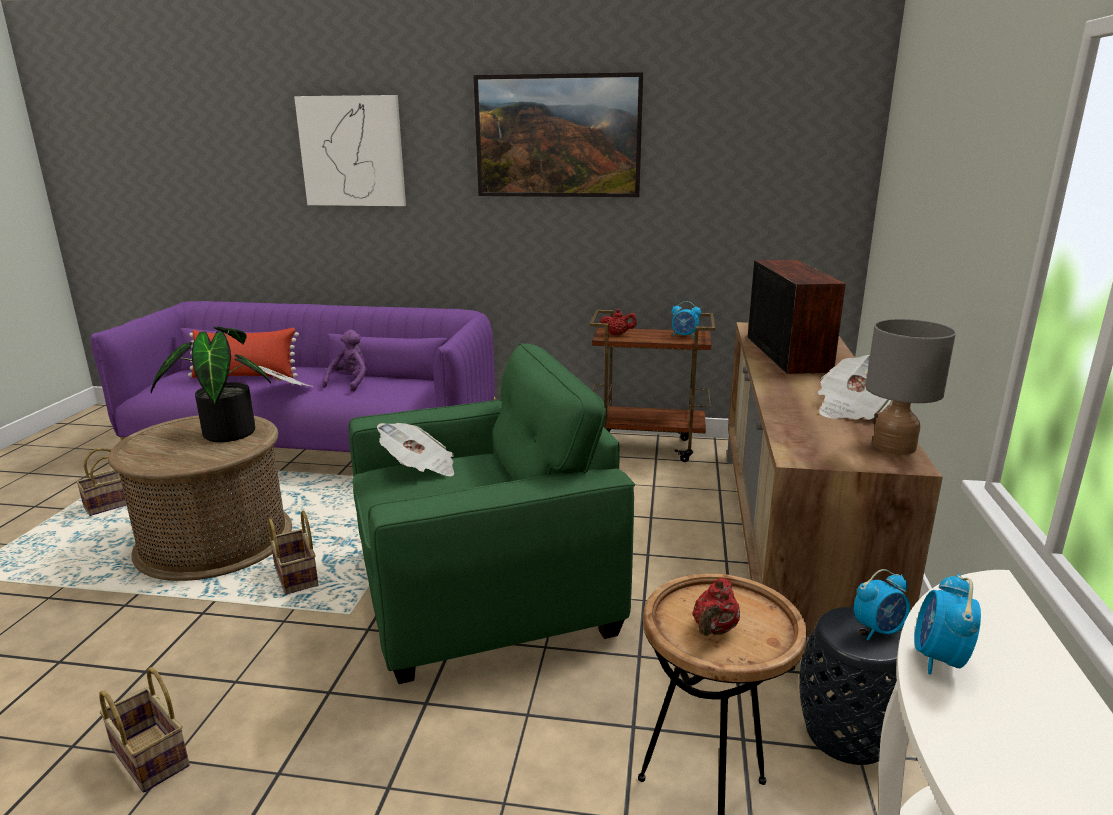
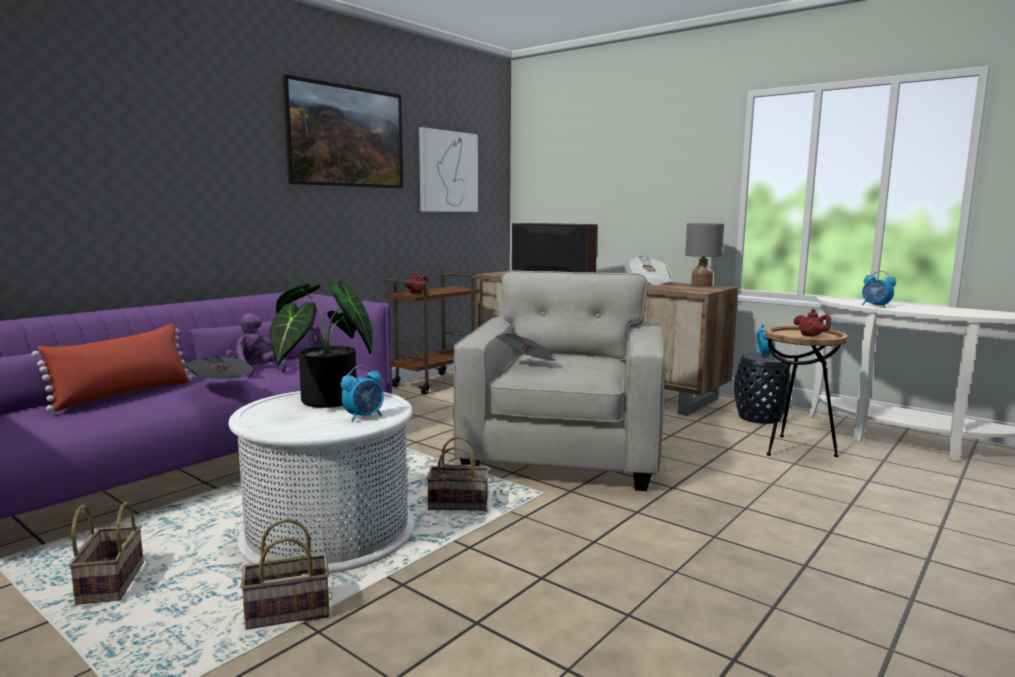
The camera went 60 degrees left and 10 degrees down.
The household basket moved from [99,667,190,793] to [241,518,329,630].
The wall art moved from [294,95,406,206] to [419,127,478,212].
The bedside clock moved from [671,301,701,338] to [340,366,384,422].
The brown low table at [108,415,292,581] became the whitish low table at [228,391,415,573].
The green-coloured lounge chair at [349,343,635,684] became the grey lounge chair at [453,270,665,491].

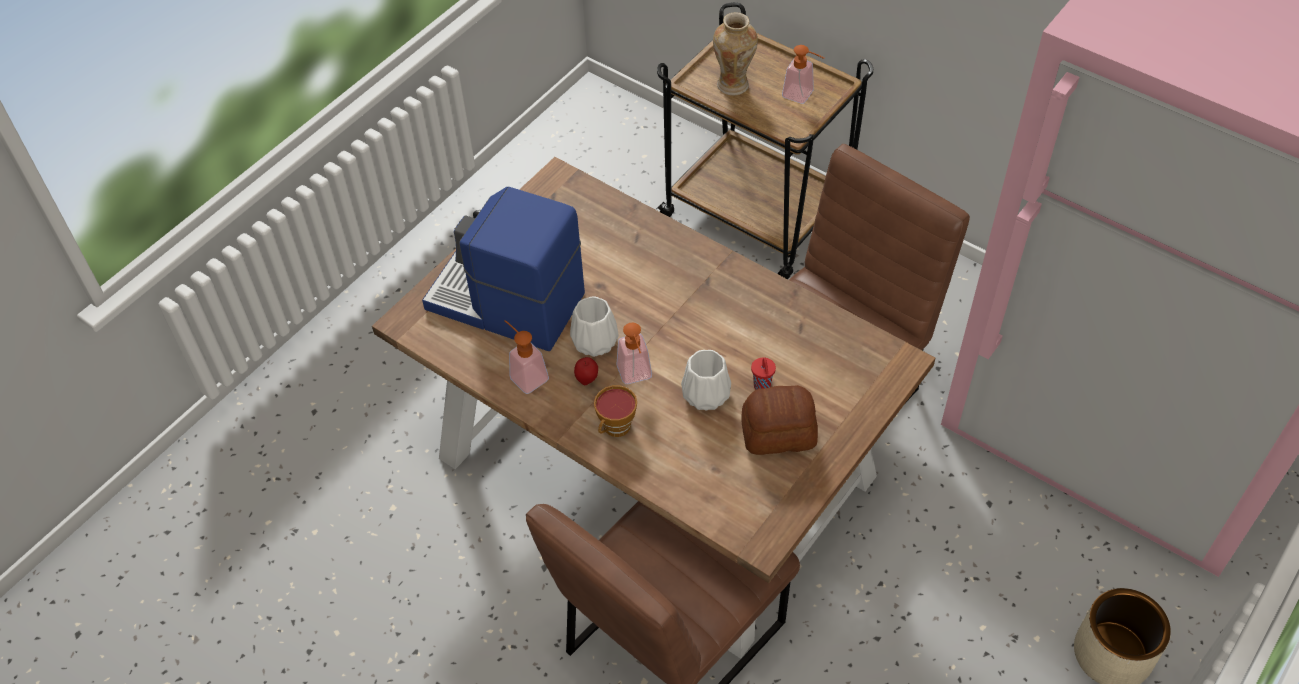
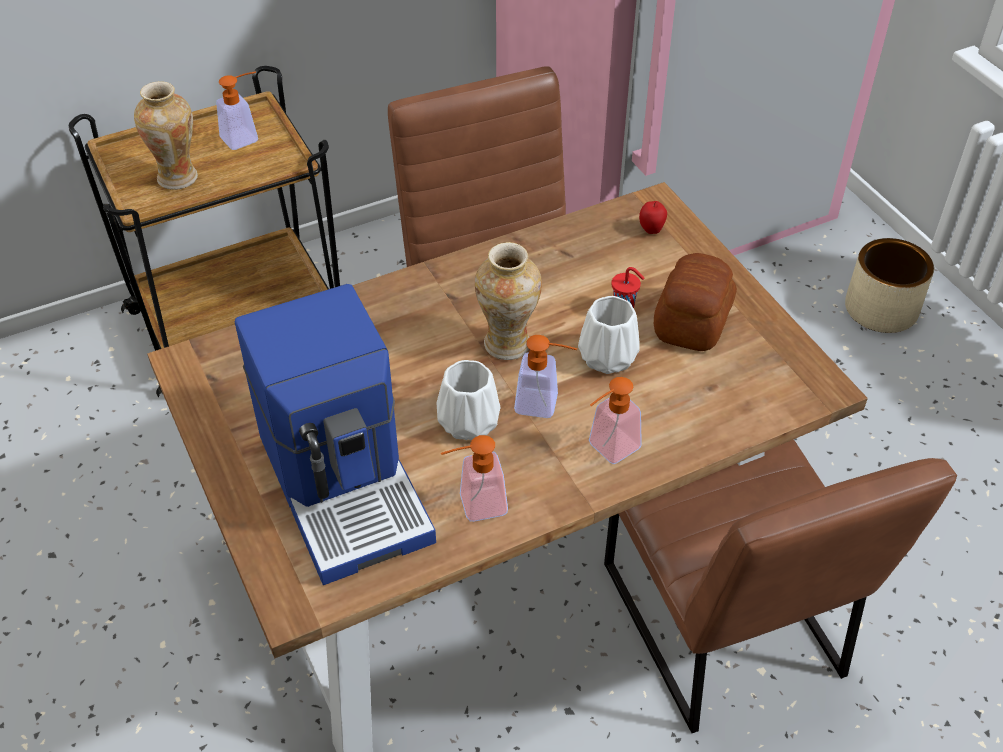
The camera went 65 degrees left and 5 degrees down.
The decorative vase at [475,242,542,360] appeared.
The apple moved from [574,357,598,385] to [639,201,667,234].
The small cup at [594,385,637,437] was replaced by the liquid soap bottle at [589,377,642,464].
The coffee brewer at [422,187,585,351] turned 75 degrees counterclockwise.

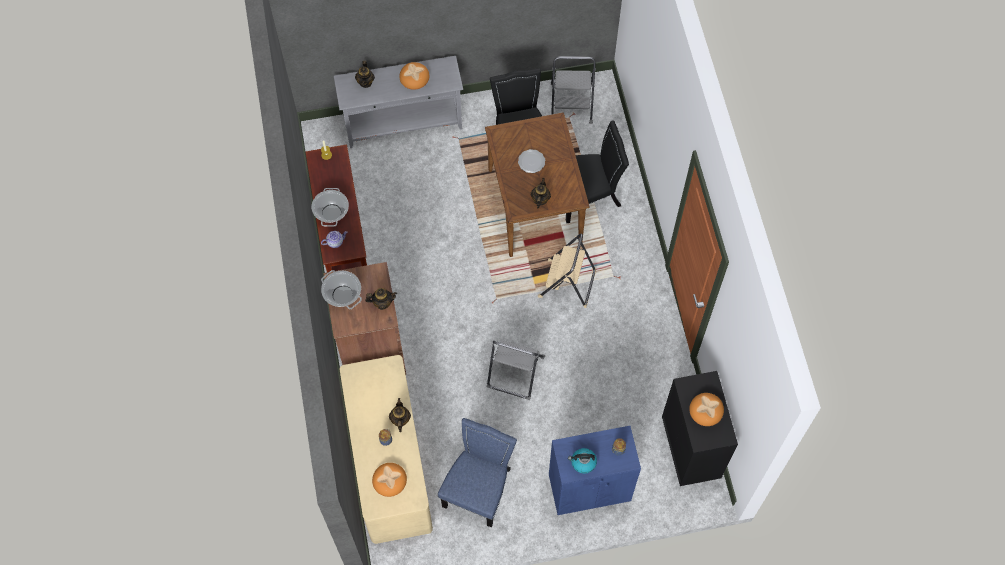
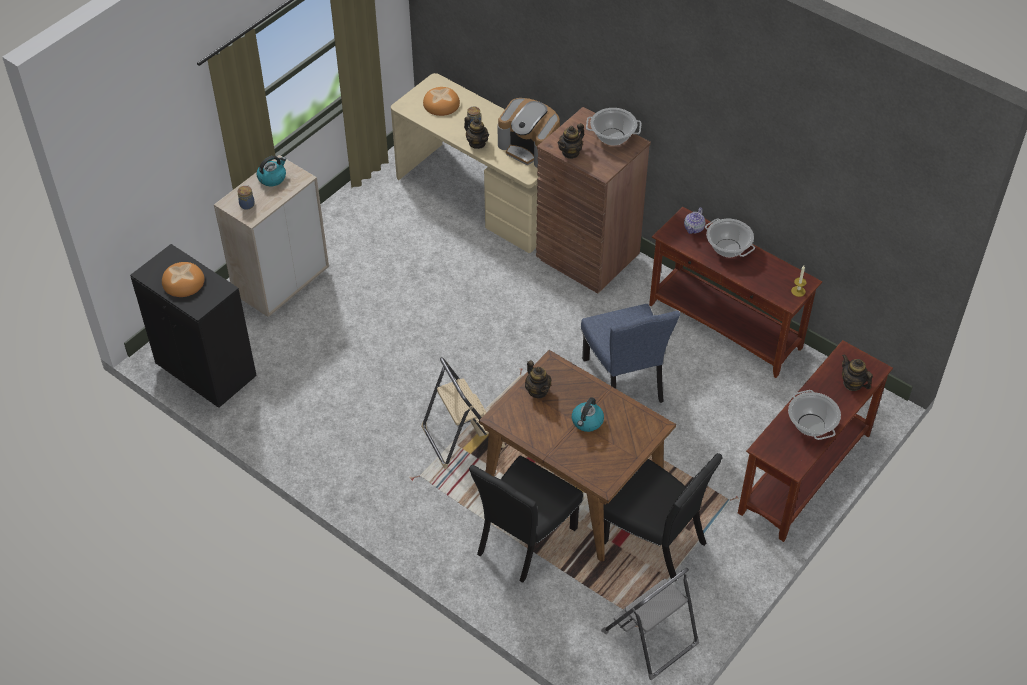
The camera went 140 degrees right and 15 degrees down.
The grey step ladder at [487,340,545,400] disappeared.
The coffee brewer at [498,98,560,168] appeared.
The blue upright chair moved from [438,418,517,527] to [581,304,680,403].
The bakery bread at [399,62,429,90] was replaced by the stockpot at [788,390,841,440].
The dinner plate at [518,149,545,173] was replaced by the water kettle at [572,397,604,432].
The grey hall table at [334,56,463,148] became the brown hall table at [738,340,893,542].
The blue storage cabinet at [549,426,641,515] became the beige storage cabinet at [214,155,329,317].

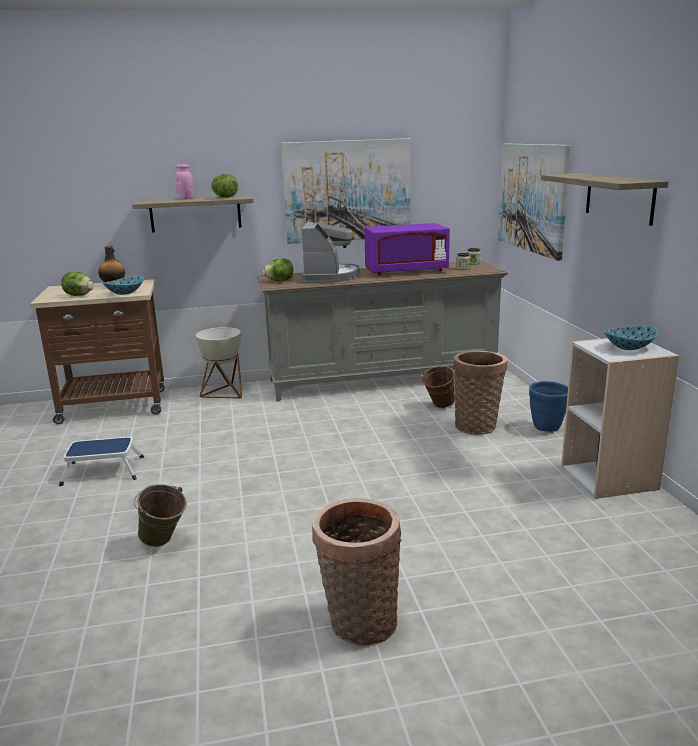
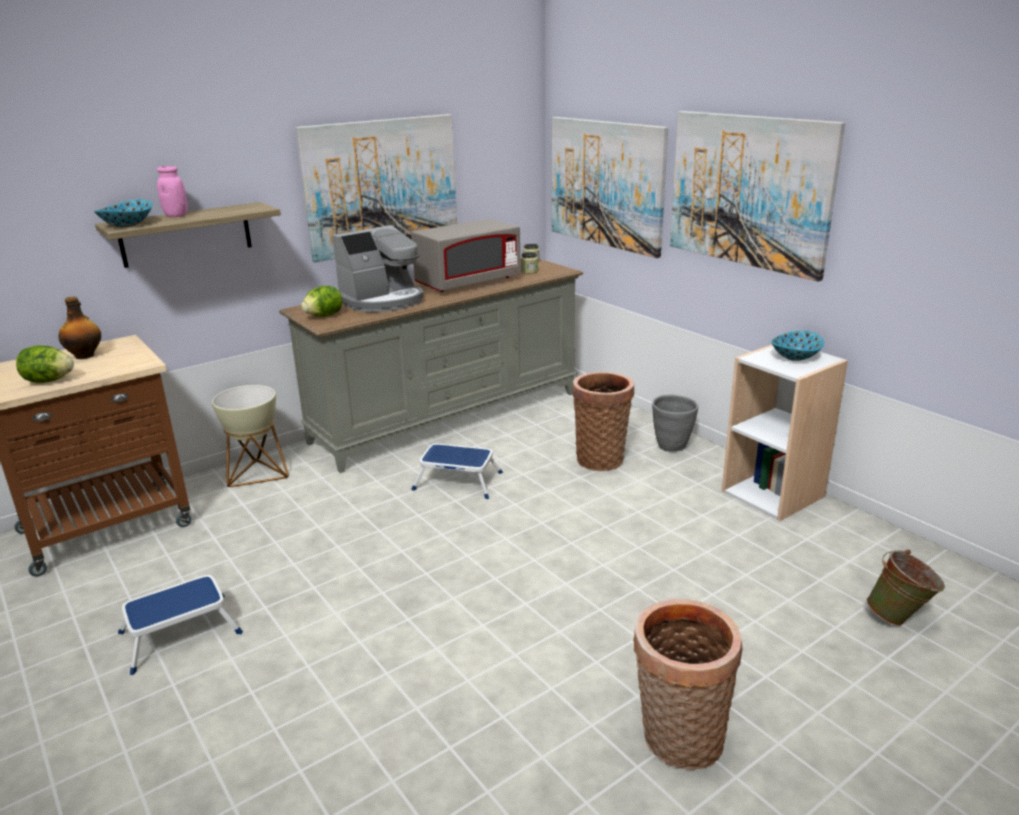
The camera went 25 degrees left and 5 degrees up.
The lettuce head at [211,174,238,198] disappeared.
The brown pail at [422,366,455,408] disappeared.
The blue step ladder at [411,444,503,499] appeared.
The serving bowl moved from [103,275,144,295] to [94,199,153,227].
The green-coloured pail moved from [134,484,187,547] to [866,549,945,626].
The shelf at [541,173,668,226] was replaced by the wall art at [670,111,845,282].
The purple-coloured microwave oven at [364,223,450,275] became the grey microwave oven at [411,219,521,292].
The blue flower pot at [529,381,568,432] became the grey flower pot at [652,394,698,451].
The coffee brewer at [301,222,360,283] turned 75 degrees clockwise.

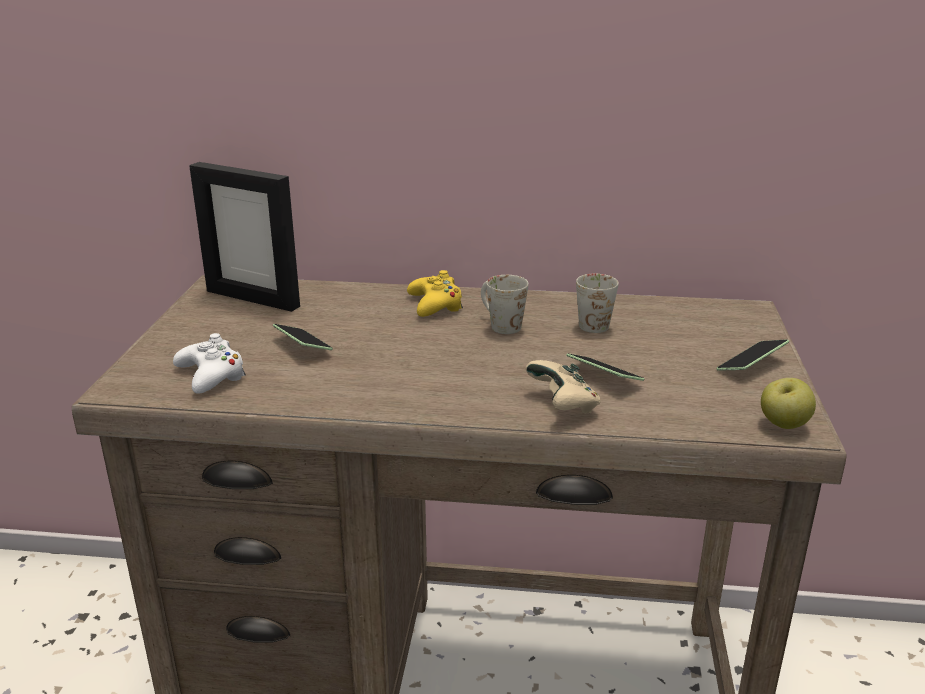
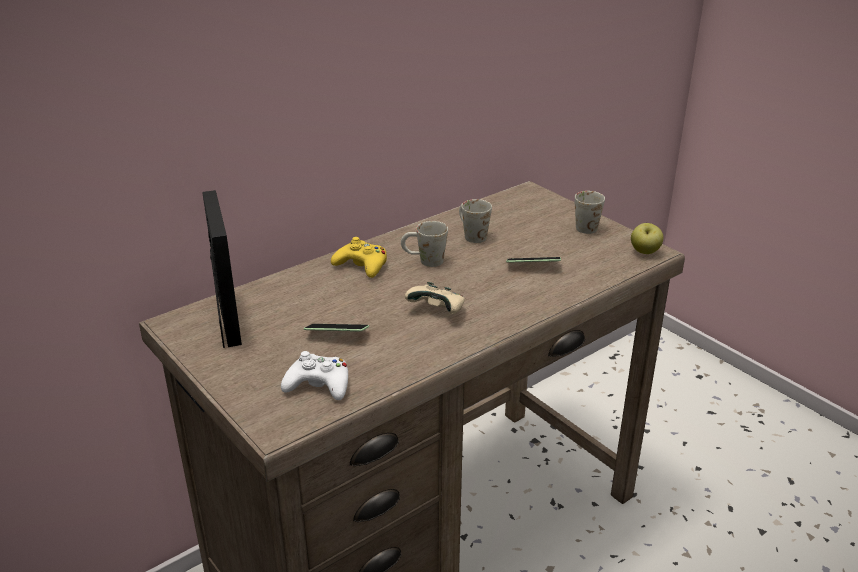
The camera went 45 degrees left and 5 degrees up.
The beige game controller moved from [525,360,601,414] to [405,282,465,314].
The telephone at [716,340,789,371] was replaced by the whitish mug at [575,191,605,234].
The picture frame at [189,162,300,312] turned 90 degrees counterclockwise.

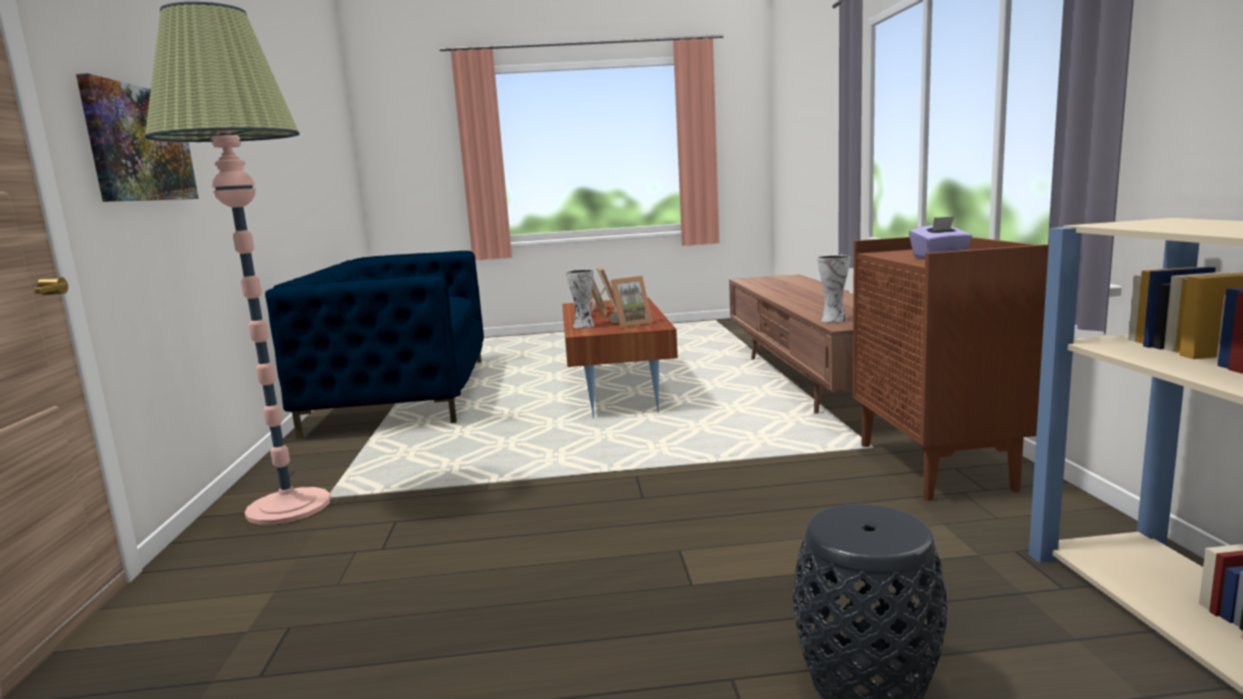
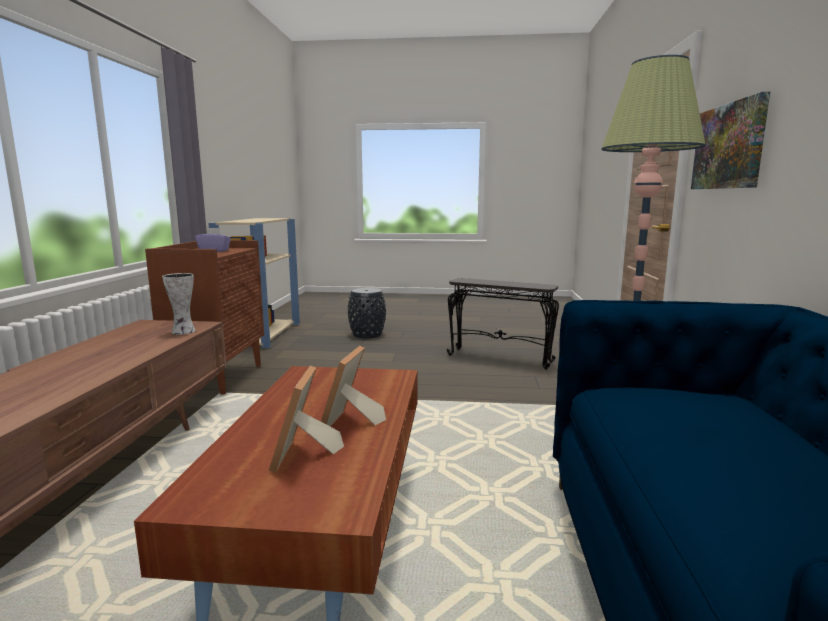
The camera went 170 degrees left and 0 degrees up.
The decorative vase at [566,269,595,328] disappeared.
The picture frame at [609,276,652,328] disappeared.
The black end table at [447,278,559,370] appeared.

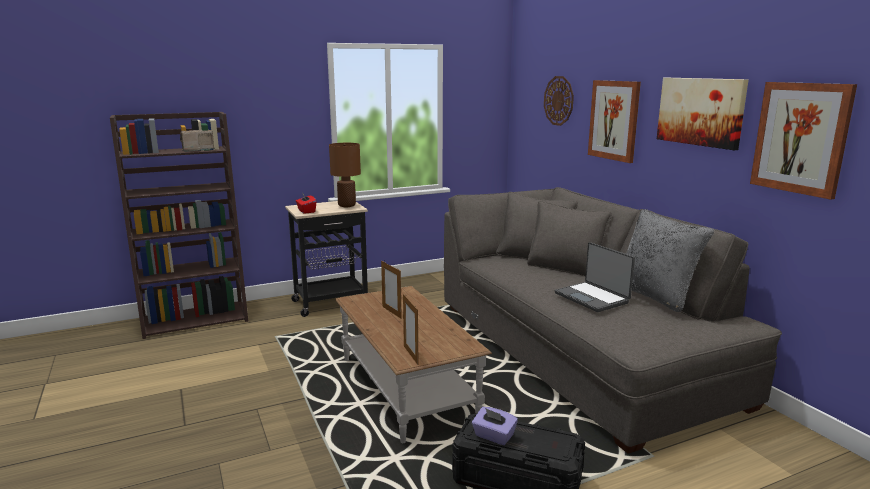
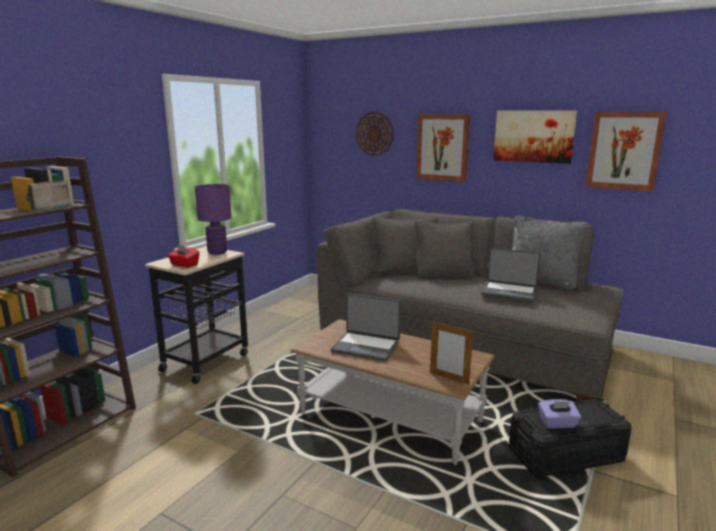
The camera went 35 degrees left and 0 degrees up.
The picture frame at [381,261,402,319] was replaced by the portable computer at [331,293,401,361].
The brown lamp for a table at [329,143,361,207] became the purple-coloured lamp for a table at [195,184,232,255].

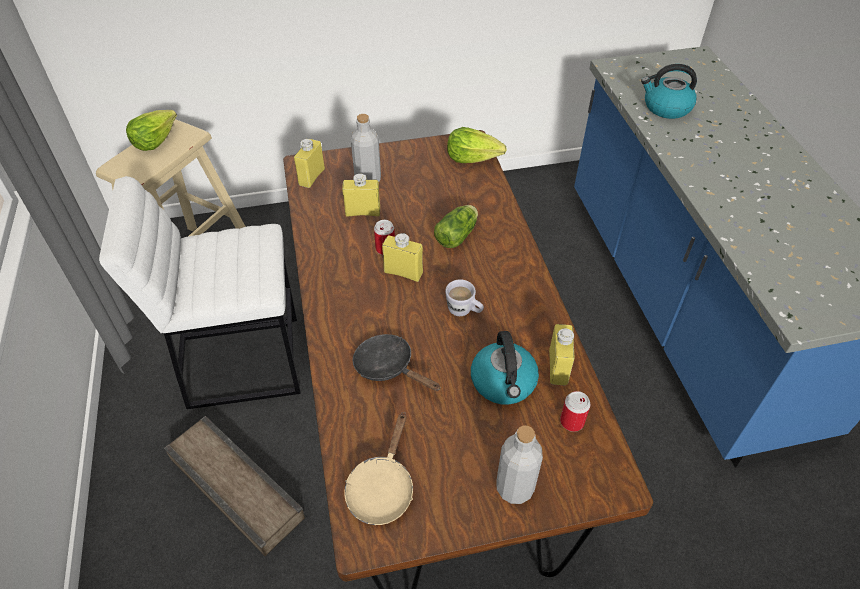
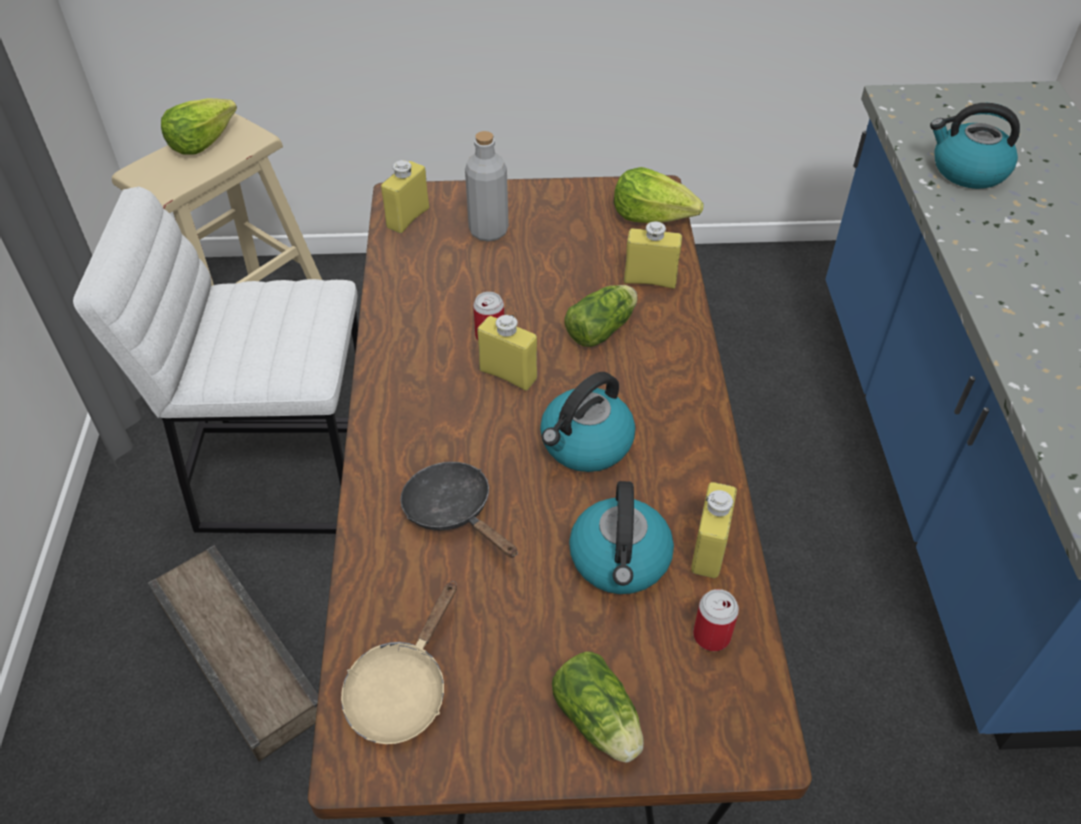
The camera went 10 degrees right and 0 degrees up.
The yellowish bottle moved from [342,174,380,217] to [624,221,682,289].
The whitish mug at [445,279,484,316] was replaced by the water kettle at [540,372,635,472].
The grey bottle at [496,426,543,504] was replaced by the lettuce head at [552,651,644,763].

